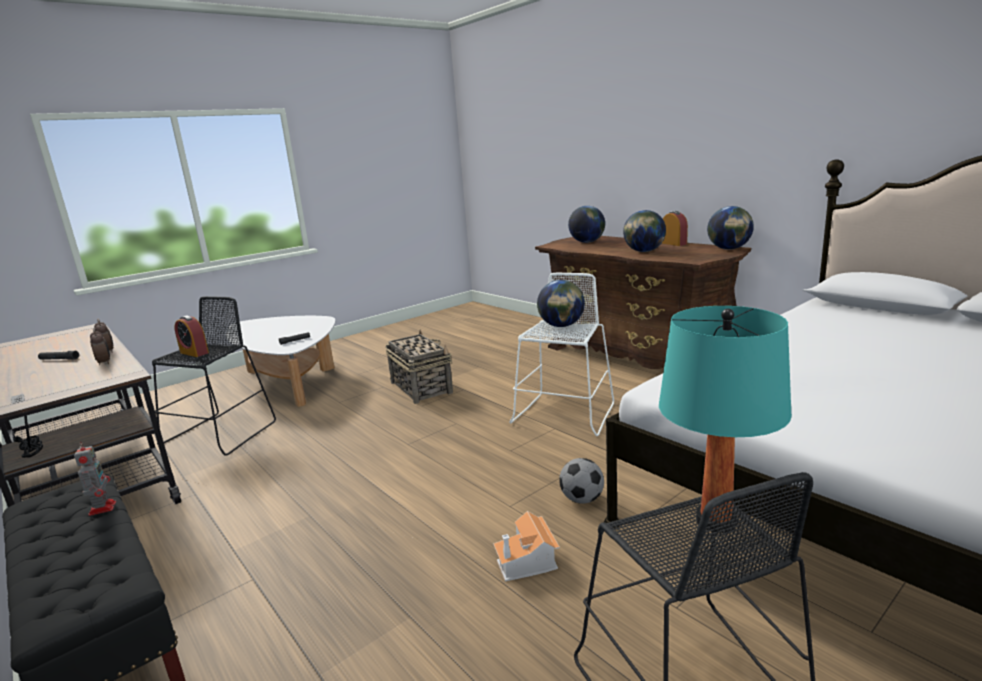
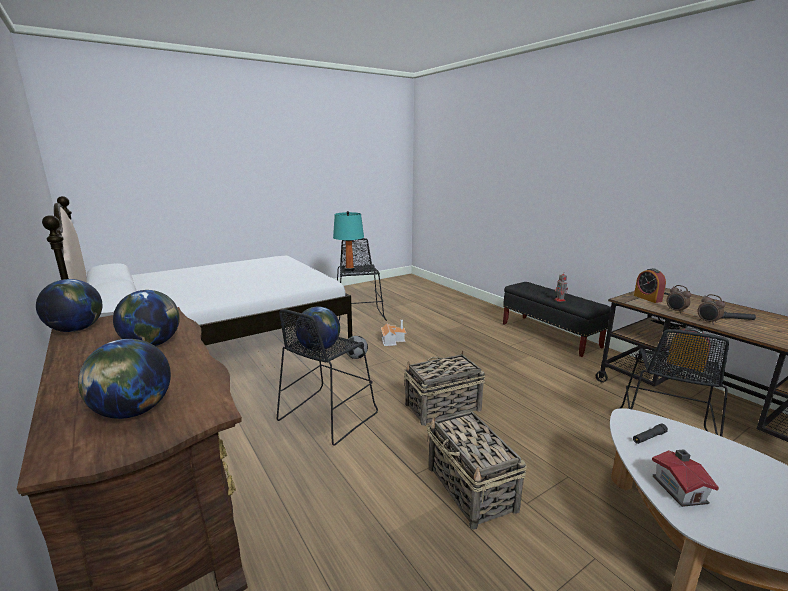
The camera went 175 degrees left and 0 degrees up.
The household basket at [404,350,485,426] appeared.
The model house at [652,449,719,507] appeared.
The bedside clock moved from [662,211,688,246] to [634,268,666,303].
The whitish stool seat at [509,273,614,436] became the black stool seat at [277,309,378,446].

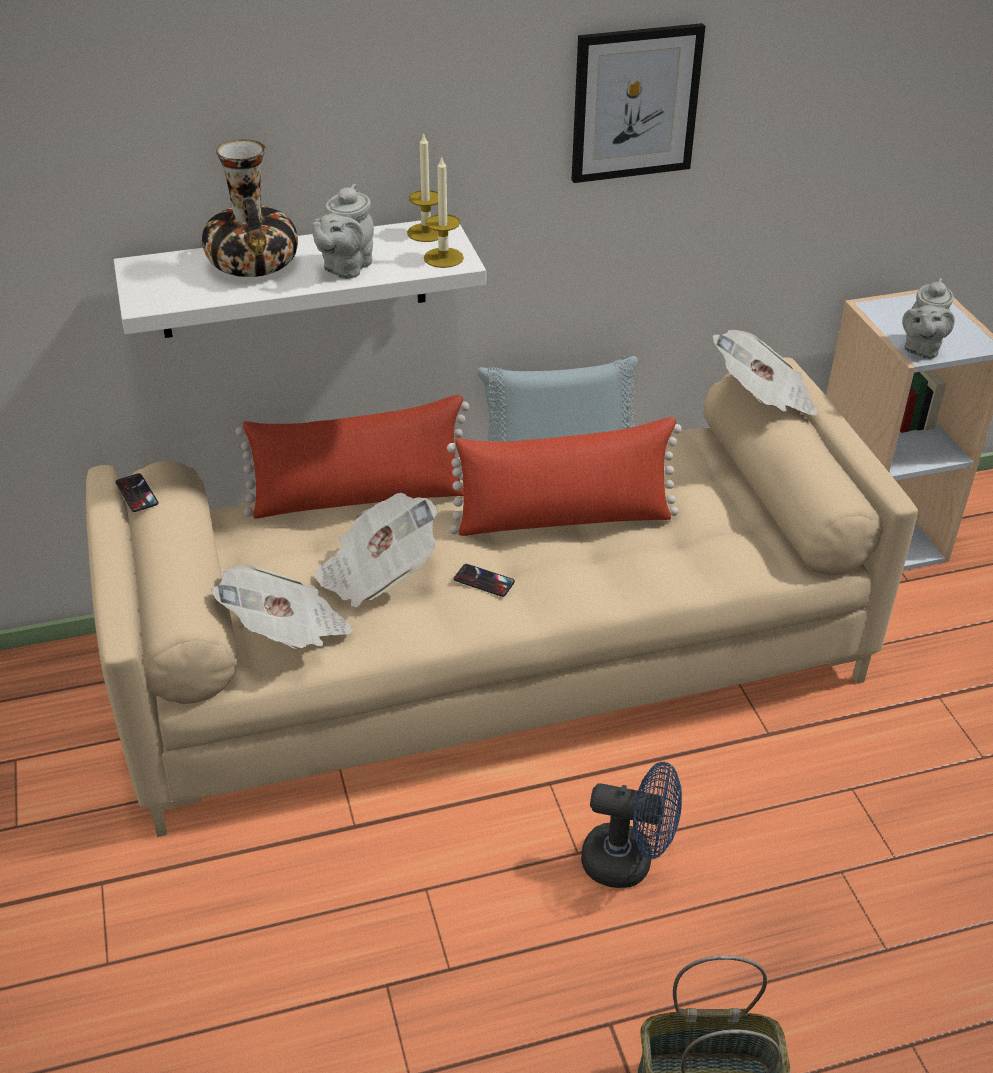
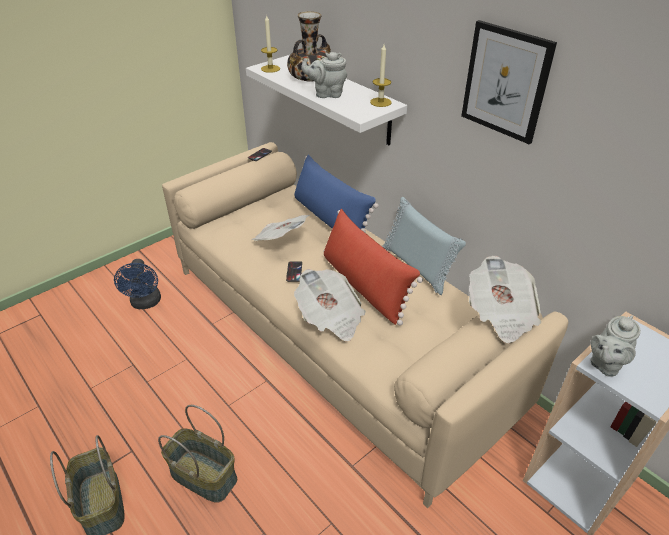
The camera went 65 degrees right and 0 degrees up.
The household basket at [158,405,237,503] appeared.
The daily paper moved from [211,565,353,649] to [294,269,366,341].
The candle moved from [424,155,464,268] to [261,16,280,73].
The blue fan moved from [581,762,682,888] to [114,259,161,309].
The red-coloured pillow at [236,395,469,519] became the blue pillow at [294,154,379,232].
The grey tea pot at [902,278,955,359] turned 45 degrees counterclockwise.

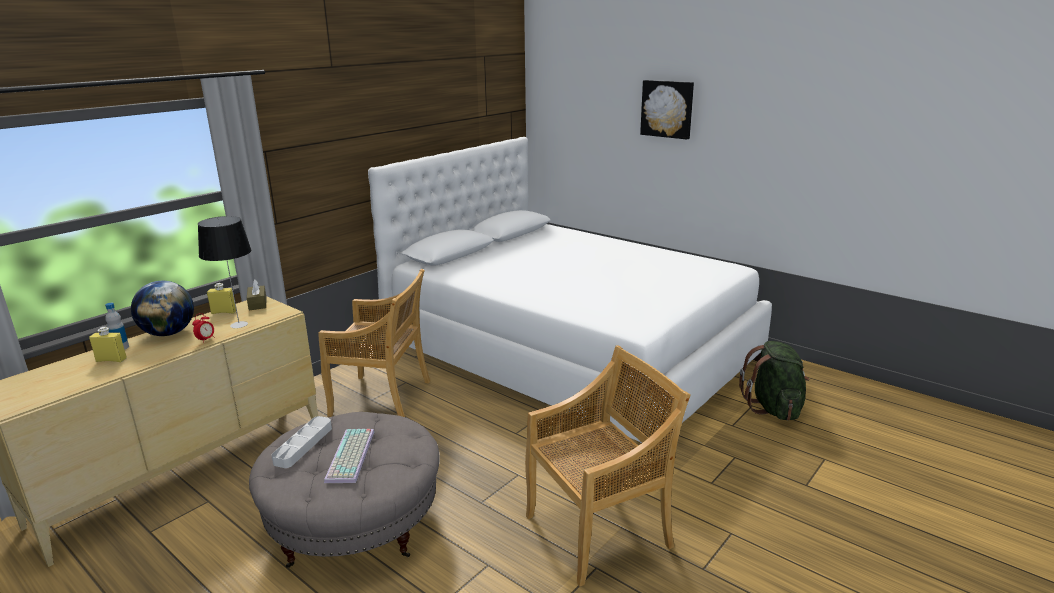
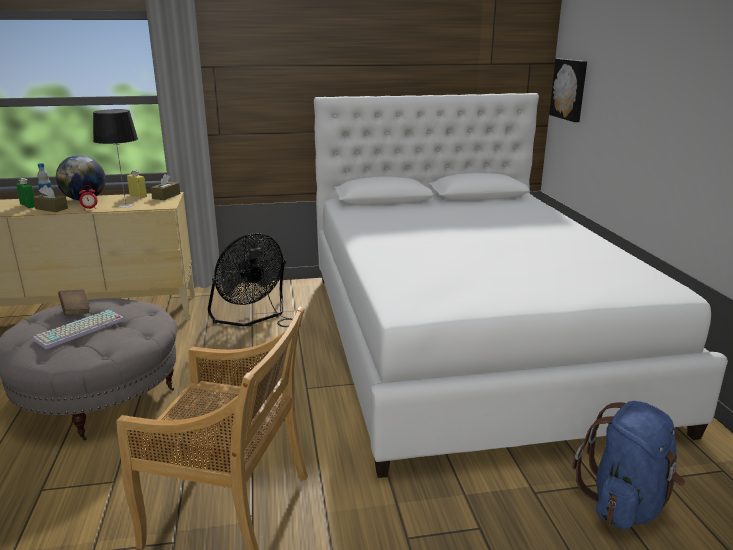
The camera went 40 degrees right and 0 degrees up.
The brown box of tissues at [33,185,68,212] appeared.
The wall art moved from [640,80,694,140] to [549,59,587,122].
The grey carrying tray at [272,416,332,468] was replaced by the brown bound book at [58,289,90,315].
The beige upright chair at [318,269,430,417] was replaced by the black fan at [208,234,301,327].
The yellowish bottle at [89,327,127,362] became the green-coloured bottle at [16,178,35,208].
The green-coloured rucksack at [739,341,809,421] became the blue rucksack at [572,401,685,529].

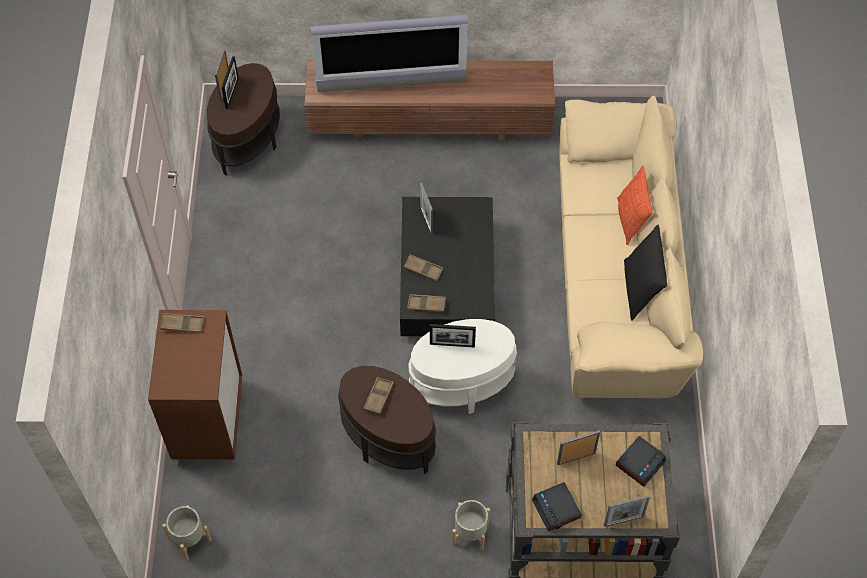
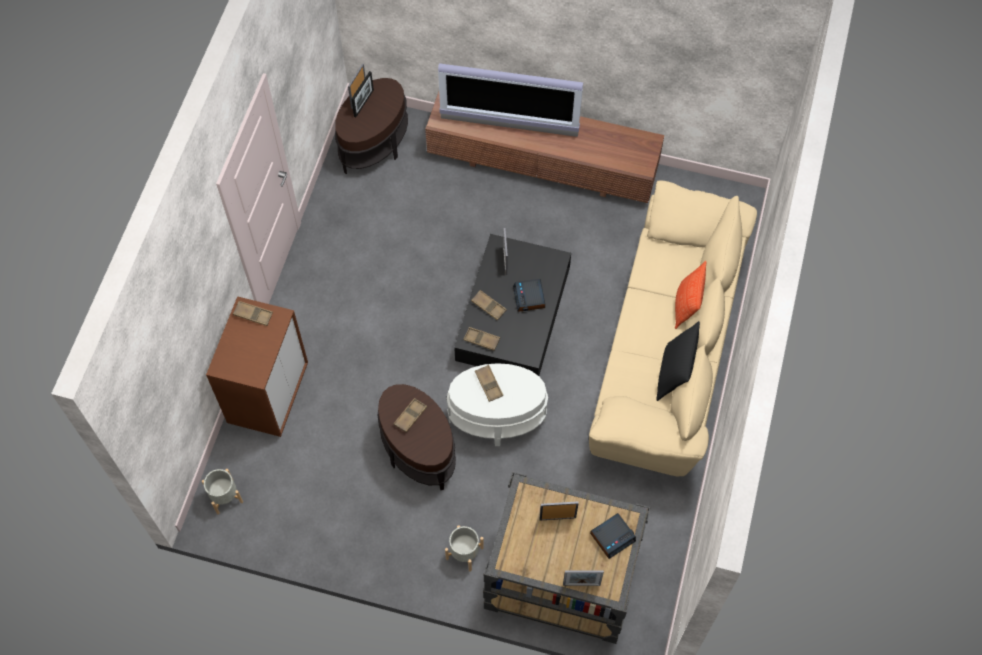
The camera went 15 degrees right and 5 degrees up.
The bedside clock moved from [532,482,582,532] to [513,279,545,312].
The picture frame at [430,324,476,348] was replaced by the brown carrying tray at [475,365,503,402].

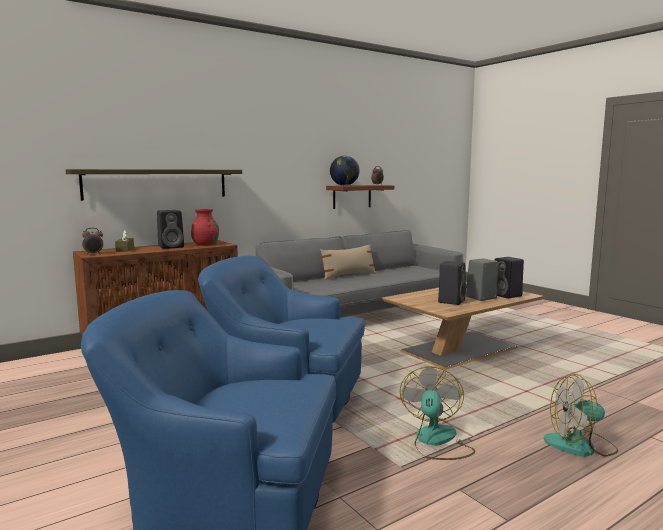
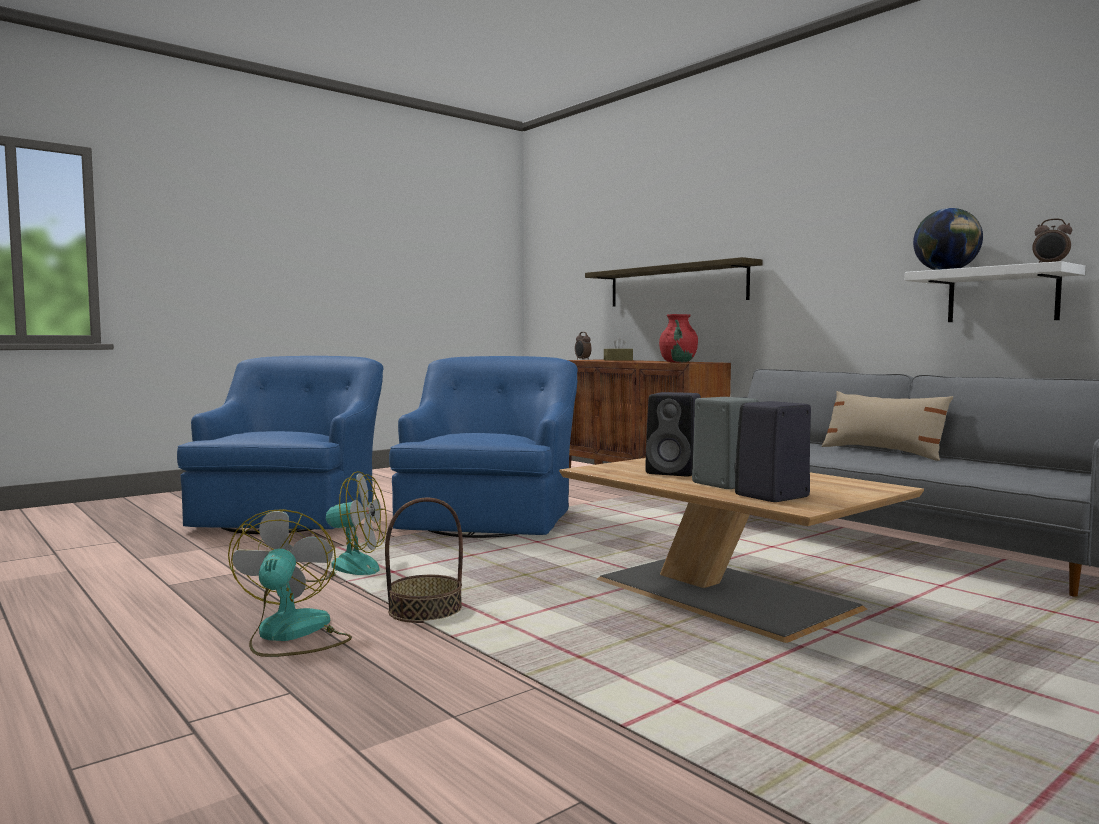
The camera went 85 degrees right and 5 degrees down.
The black audio speaker at [157,210,184,249] disappeared.
The household basket at [385,498,463,623] appeared.
The brown shelf at [326,185,394,209] became the whitish shelf at [905,261,1085,322].

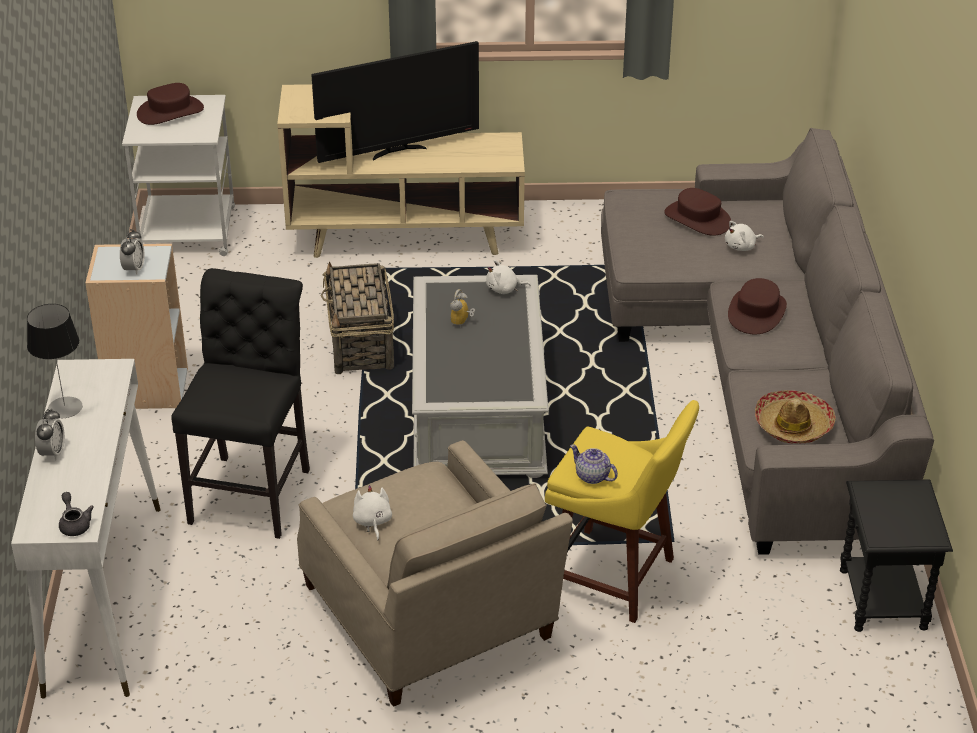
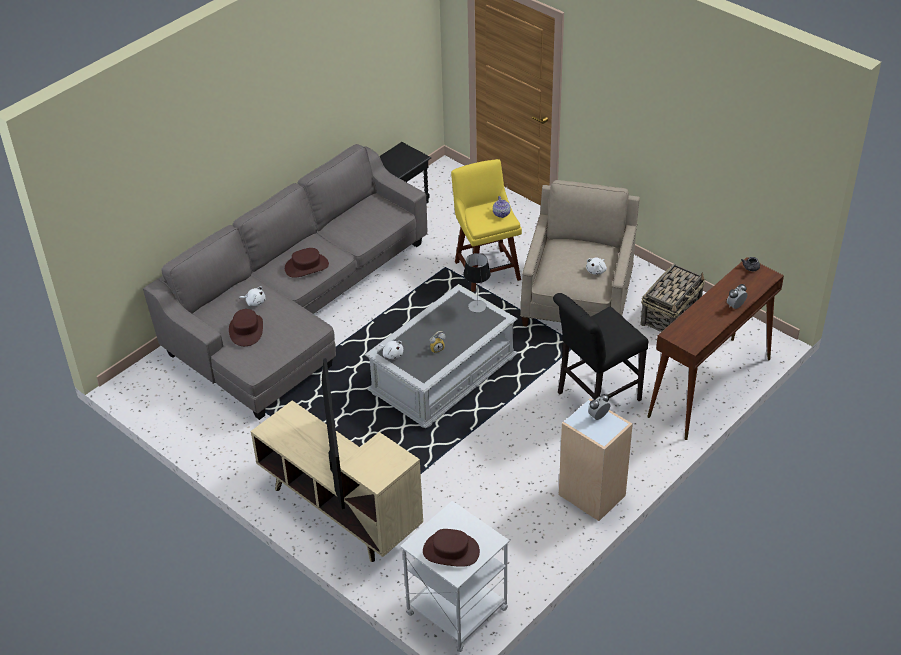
The camera went 135 degrees left and 5 degrees up.
The wearable hat at [755,390,836,444] disappeared.
The lamp for a table moved from [27,304,82,418] to [463,253,491,312].
The household basket moved from [321,261,394,374] to [641,264,705,332].
The whitish hall table at [11,359,161,699] became the brown hall table at [647,257,784,440].
The TV set at [311,41,479,163] turned 60 degrees clockwise.

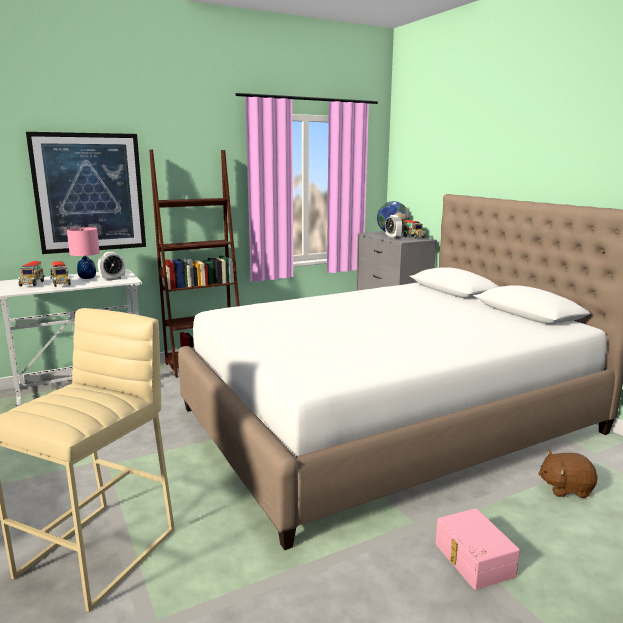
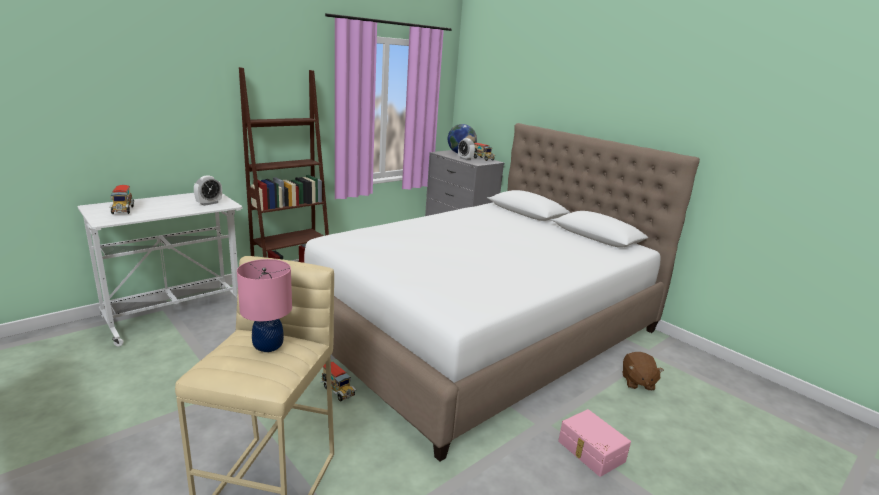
The camera went 15 degrees left and 5 degrees up.
The wall art at [26,132,146,254] disappeared.
The toy lorry moved from [50,261,71,287] to [320,362,356,402].
The pinkish lamp for a table moved from [67,227,100,279] to [237,259,292,352].
The brown cuddly toy at [538,450,598,498] turned 75 degrees counterclockwise.

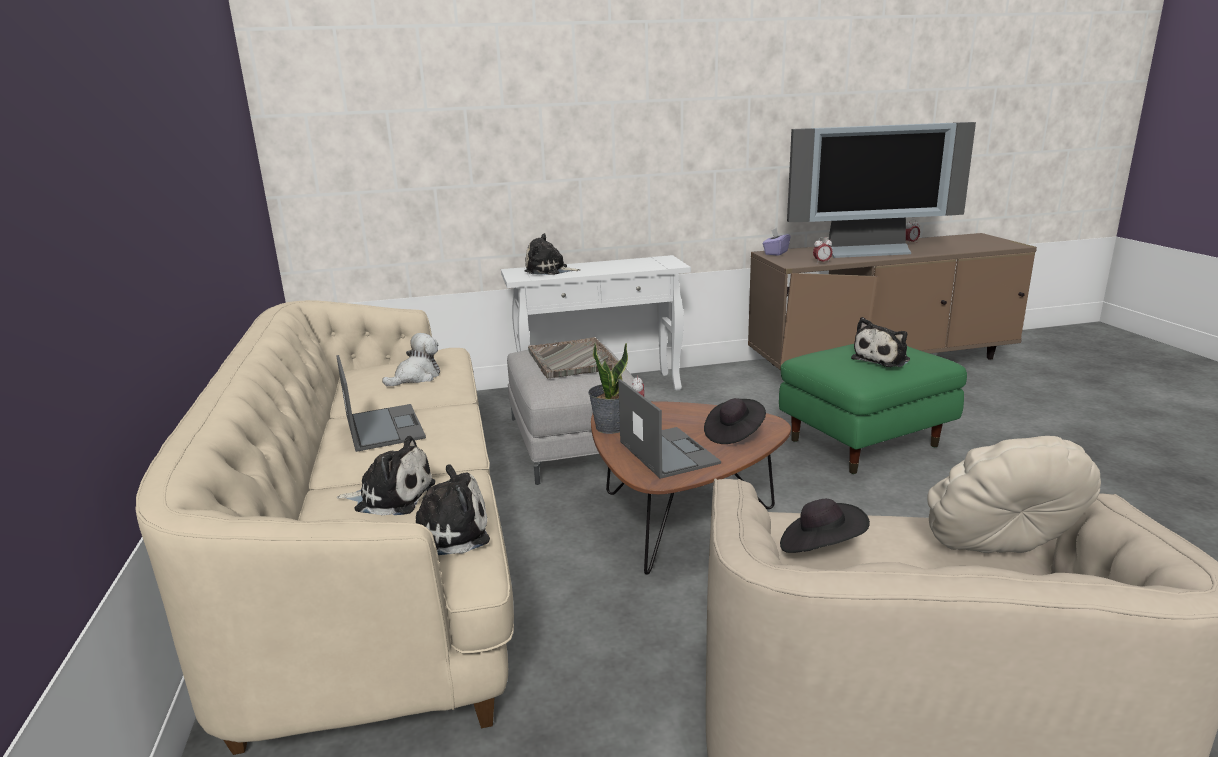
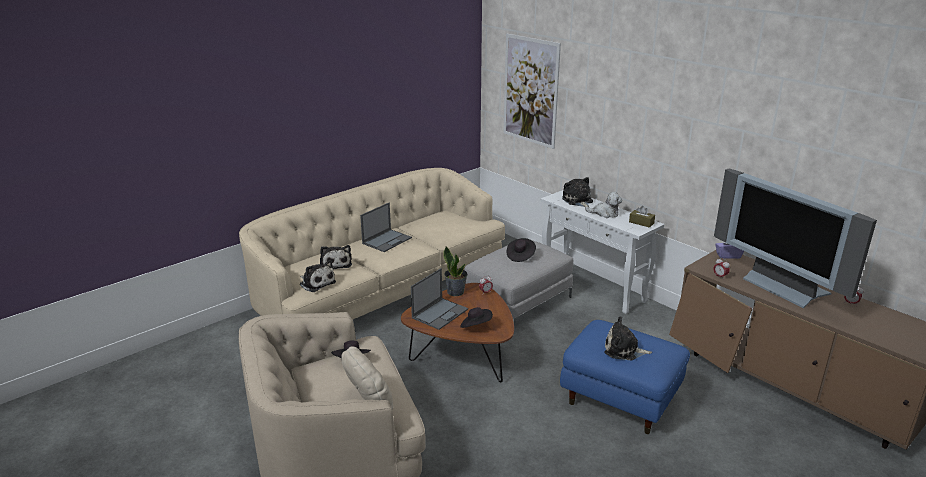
The camera went 60 degrees right and 5 degrees up.
The wall art at [503,34,561,149] appeared.
The brown box of tissues at [629,206,655,228] appeared.
The cuddly toy moved from [382,333,440,386] to [585,192,622,218].
The grey carrying tray at [528,337,618,378] was replaced by the black wearable hat at [507,238,536,262].
The green-coloured pouffe at [779,344,967,474] became the blue pouffe at [560,320,690,434].

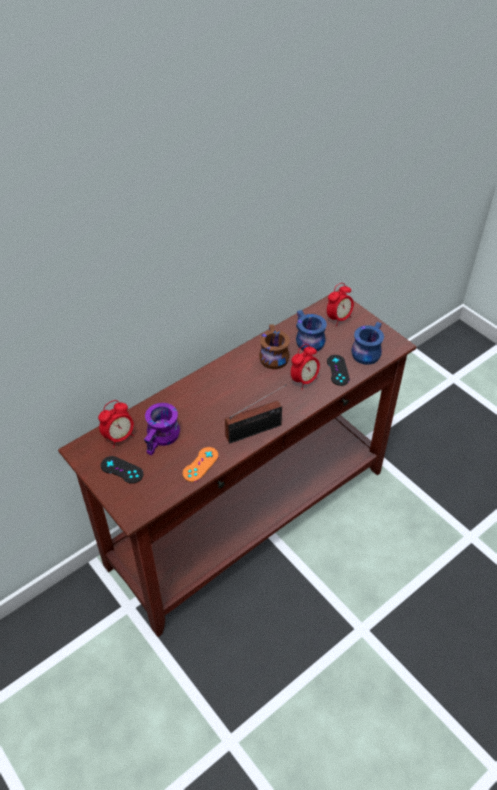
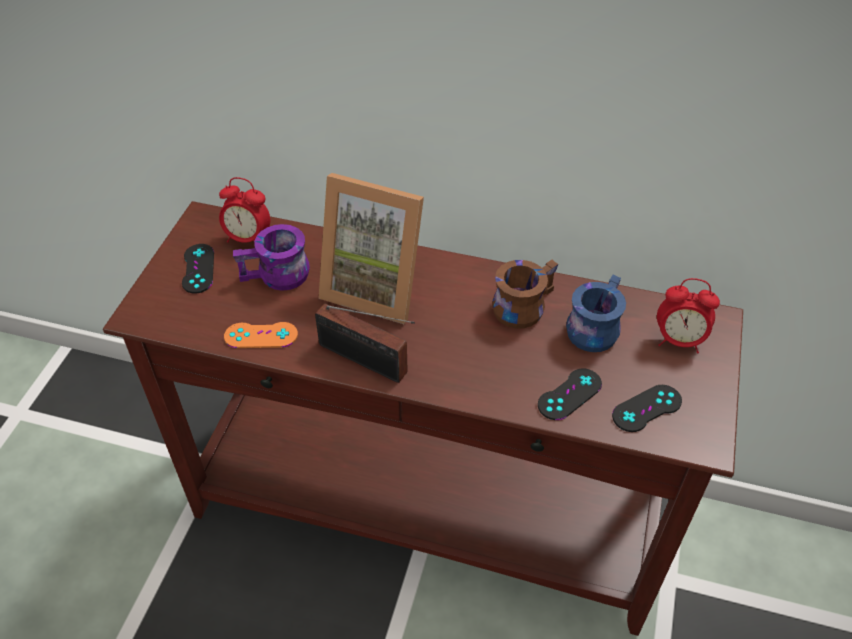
The camera went 55 degrees right and 0 degrees up.
The bedside clock at [291,344,320,390] disappeared.
The picture frame at [318,173,424,324] appeared.
The blue mug at [351,322,384,365] was replaced by the black game controller at [612,385,682,432].

